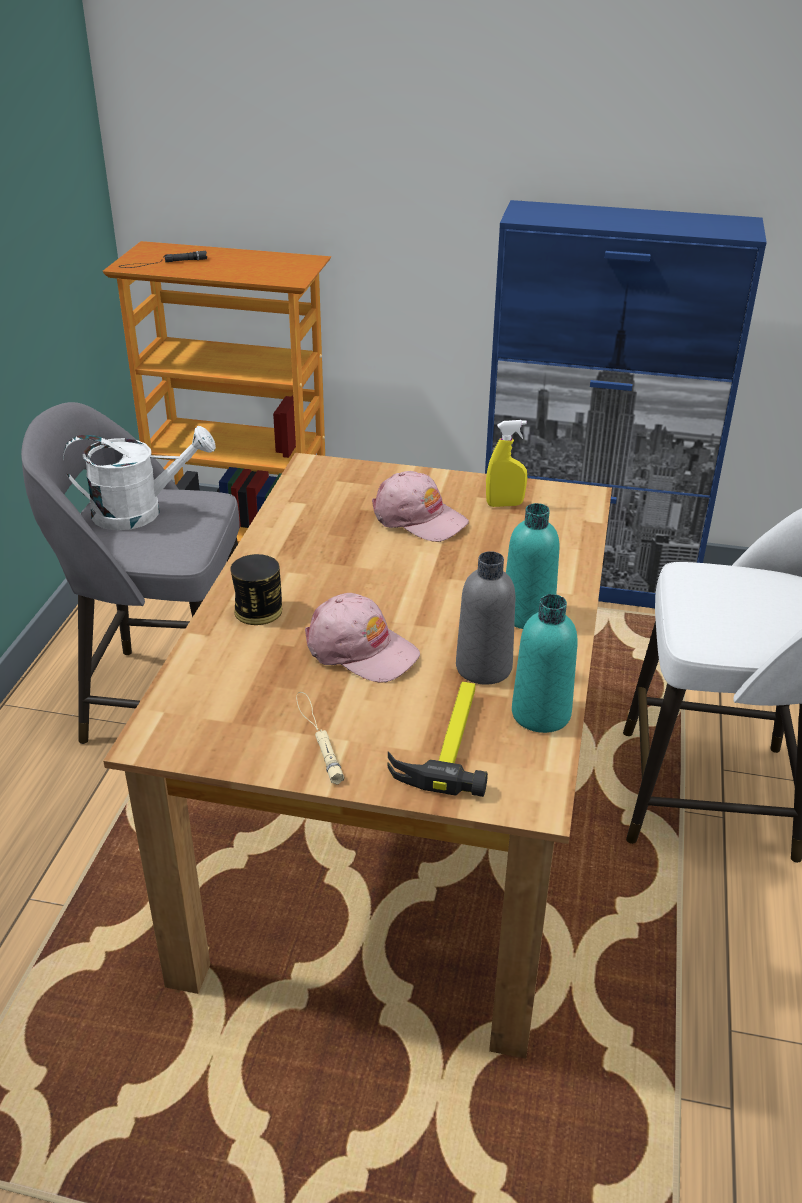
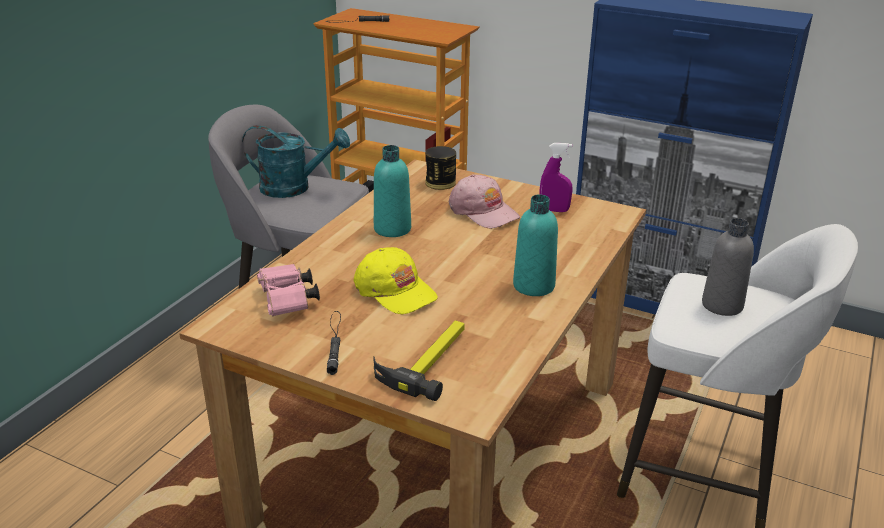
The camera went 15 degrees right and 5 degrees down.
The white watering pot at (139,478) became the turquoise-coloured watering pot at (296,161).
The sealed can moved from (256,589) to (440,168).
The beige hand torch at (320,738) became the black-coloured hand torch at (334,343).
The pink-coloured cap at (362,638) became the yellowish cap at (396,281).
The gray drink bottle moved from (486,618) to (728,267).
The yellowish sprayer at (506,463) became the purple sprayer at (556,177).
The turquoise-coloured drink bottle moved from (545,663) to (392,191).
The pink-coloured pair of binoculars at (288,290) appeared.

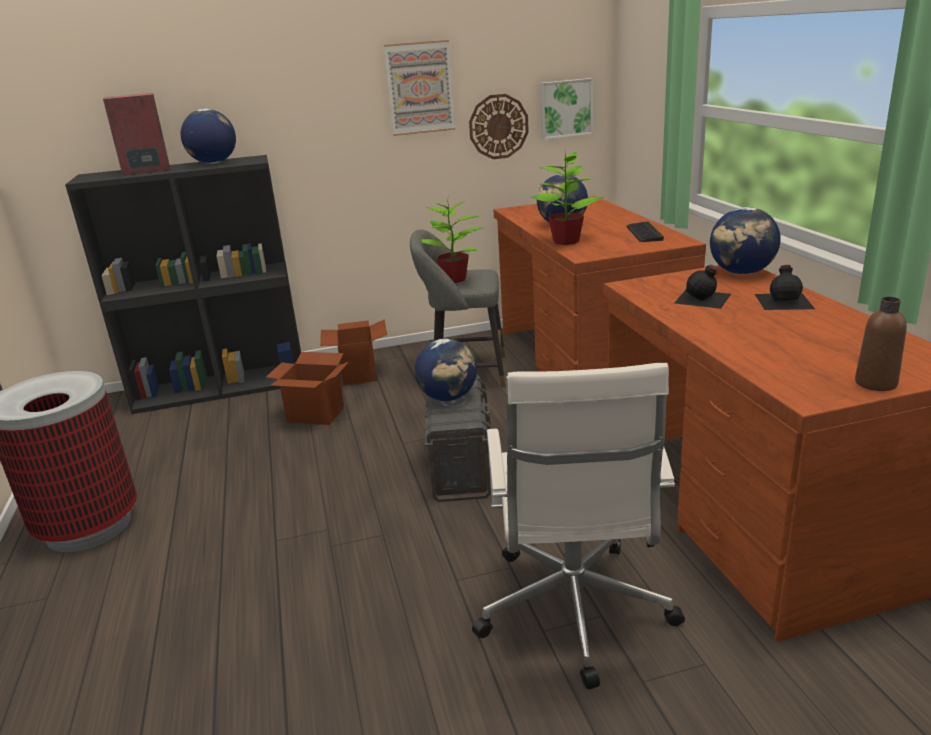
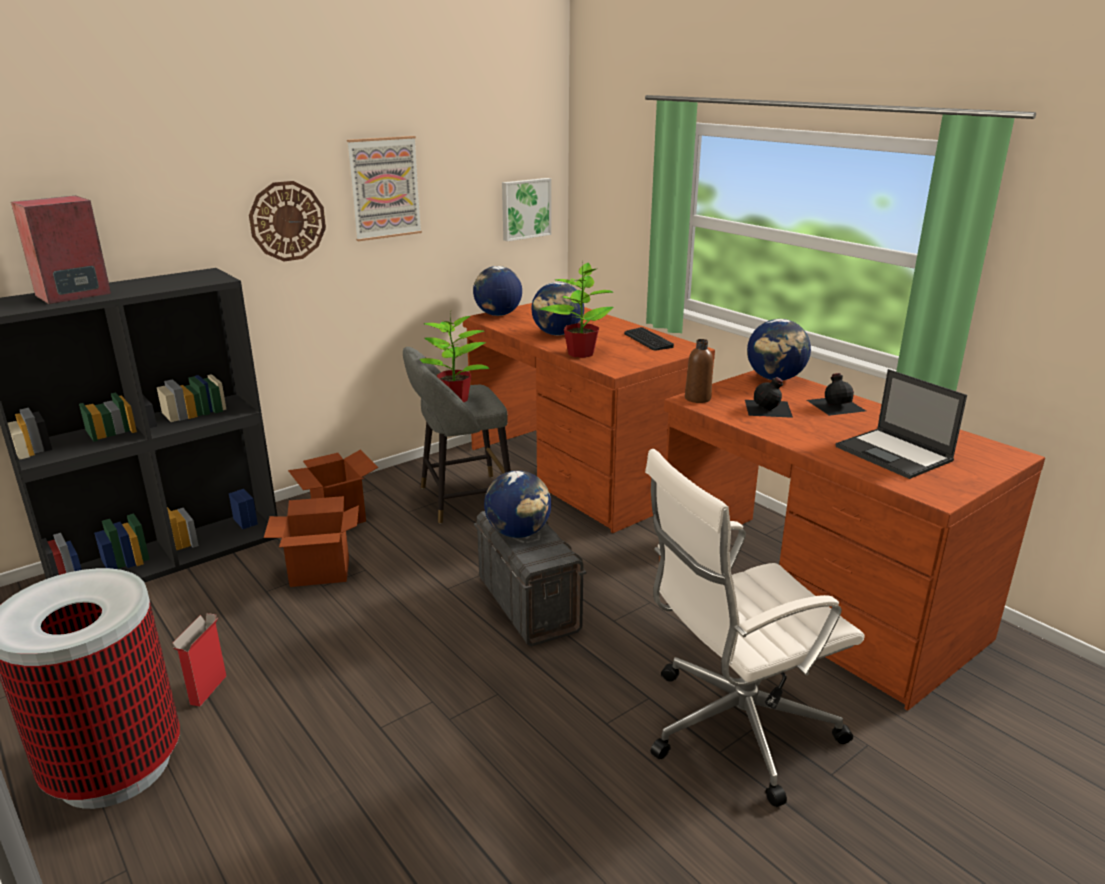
The camera went 25 degrees left and 0 degrees up.
The world globe moved from (208,136) to (497,291).
The wall clock moved from (499,126) to (287,221).
The white computer chair at (578,526) turned 90 degrees clockwise.
The brown-coloured drink bottle moved from (881,344) to (699,371).
The cardboard box at (199,659) appeared.
The laptop at (901,424) appeared.

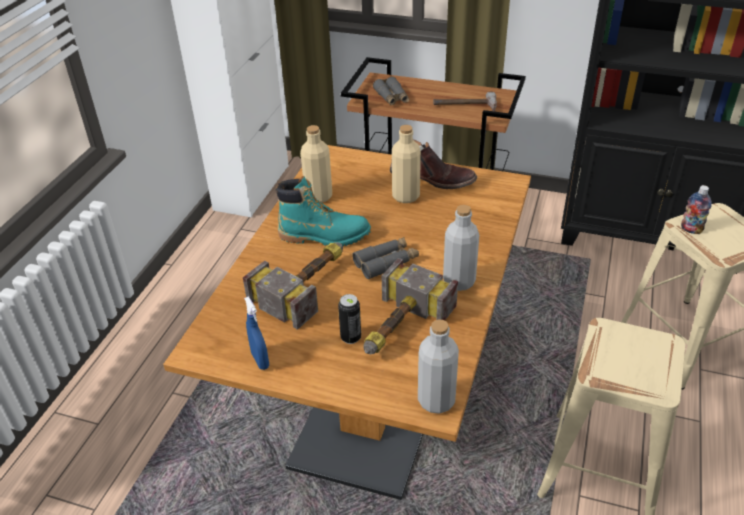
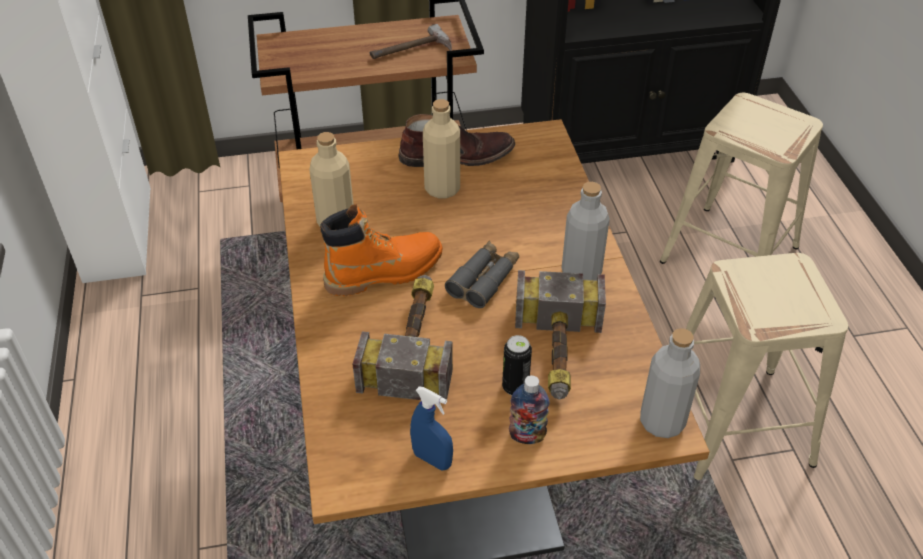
The camera went 30 degrees left and 5 degrees up.
The turquoise-coloured tall boot at (323,211) became the orange-coloured tall boot at (381,250).
The gray pair of binoculars at (391,91) disappeared.
The drink bottle moved from (696,209) to (529,409).

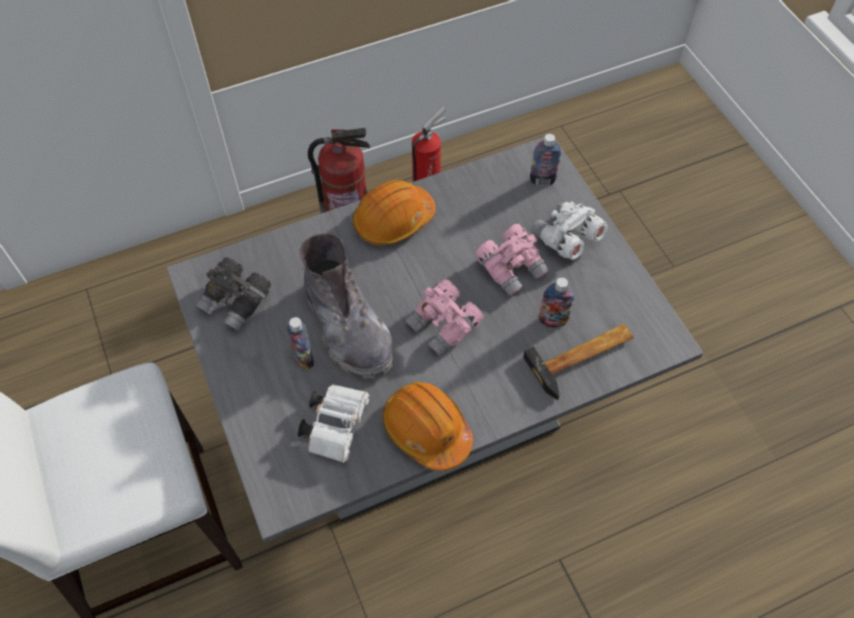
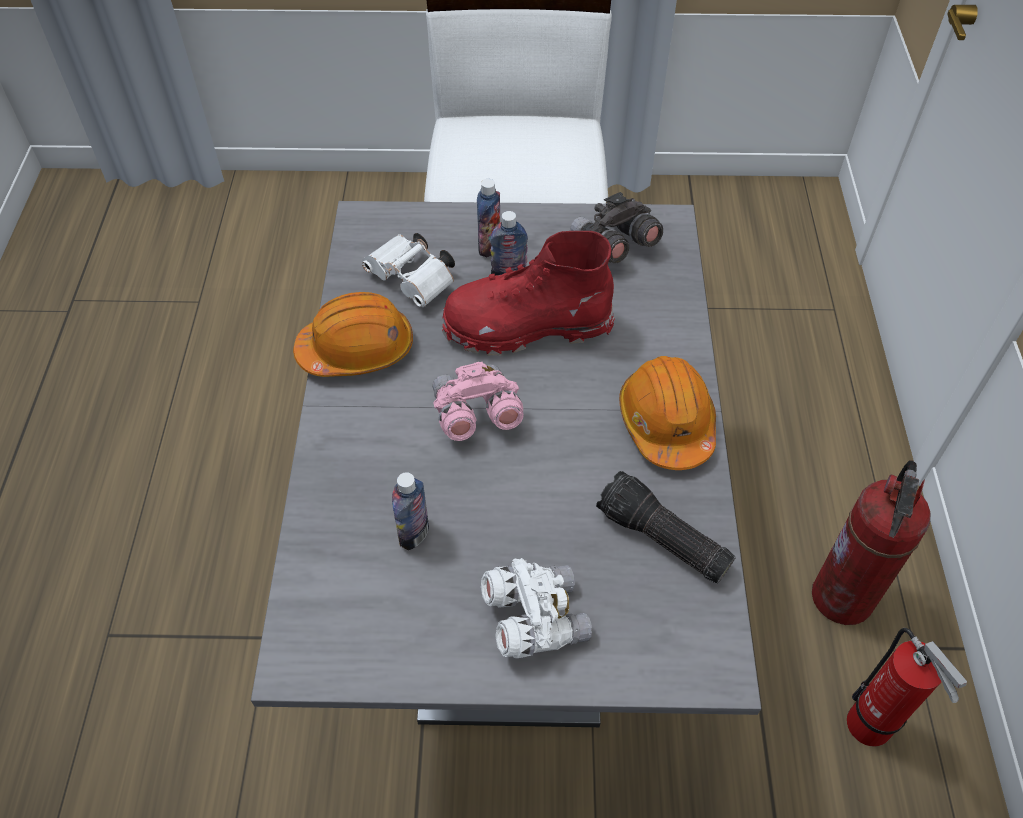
The camera went 115 degrees right and 5 degrees down.
The gray tall boot at (347,306) became the red tall boot at (528,293).
The pink-coloured pair of binoculars at (512,260) disappeared.
The tool hammer at (578,362) disappeared.
The drink bottle moved from (545,160) to (488,218).
The hand torch at (666,527) appeared.

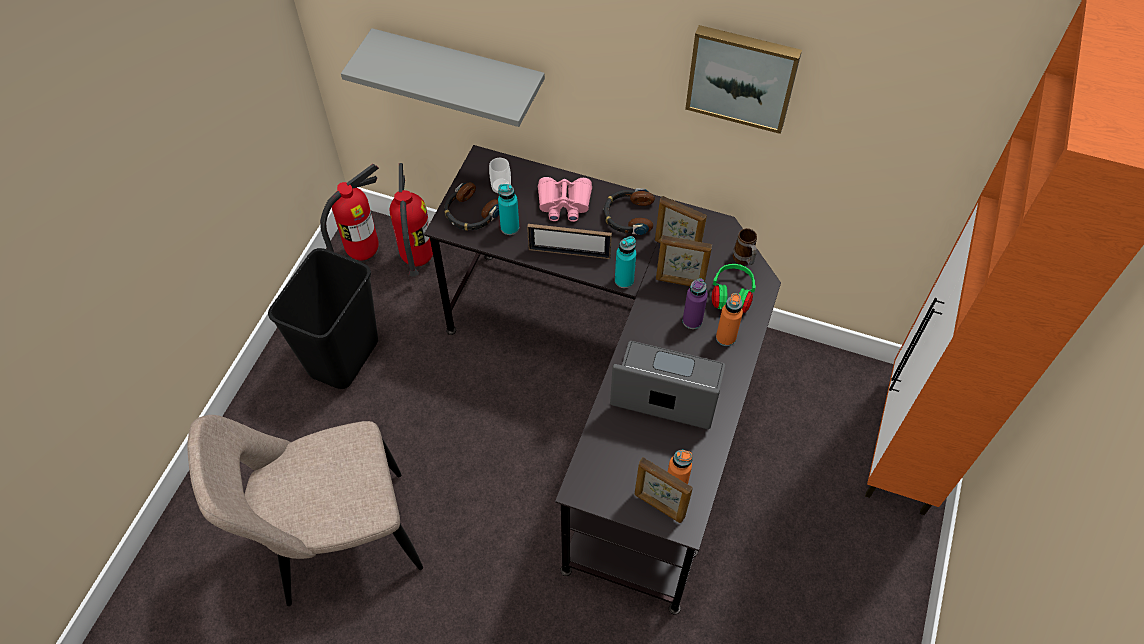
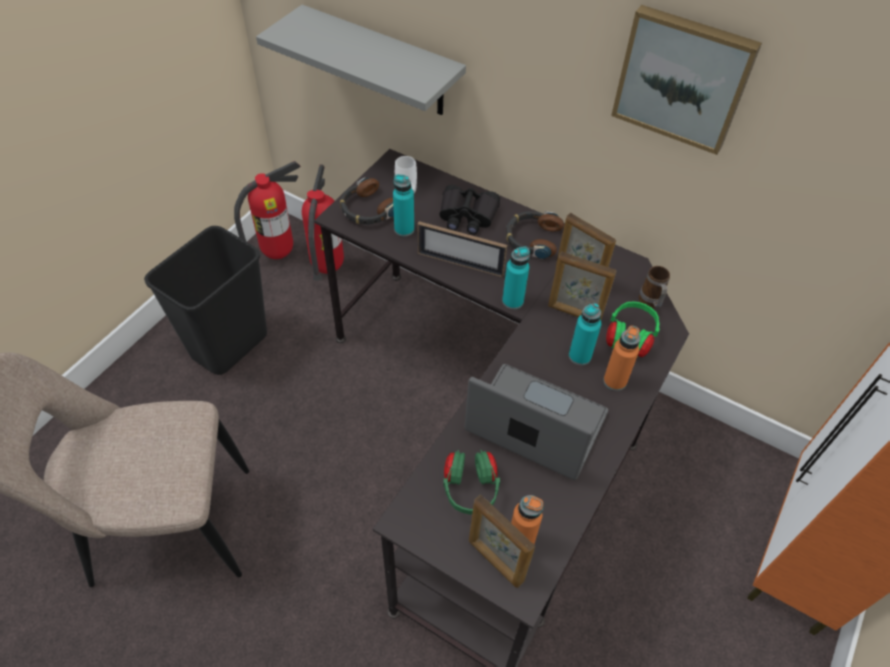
The camera went 10 degrees right and 5 degrees down.
The pink-coloured pair of binoculars at (565,199) became the black-coloured pair of binoculars at (469,209).
The purple drink bottle at (695,303) became the turquoise-coloured drink bottle at (585,334).
The green pair of headphones at (471,482) appeared.

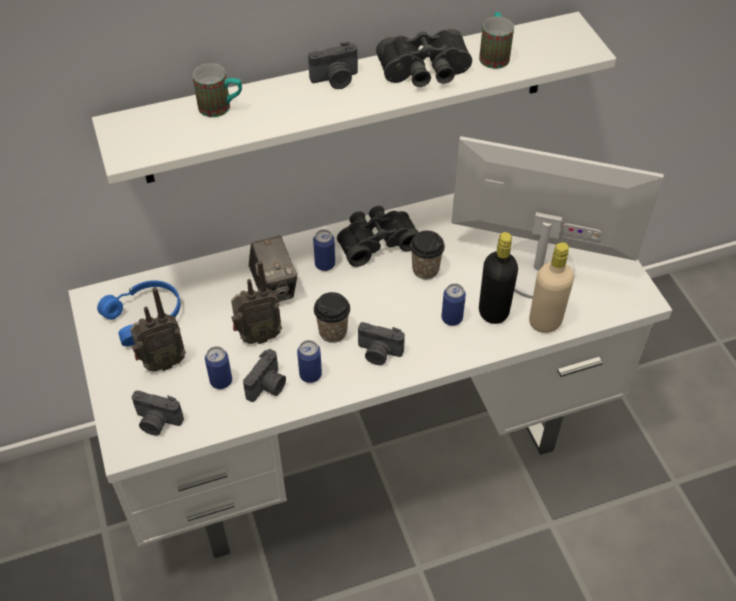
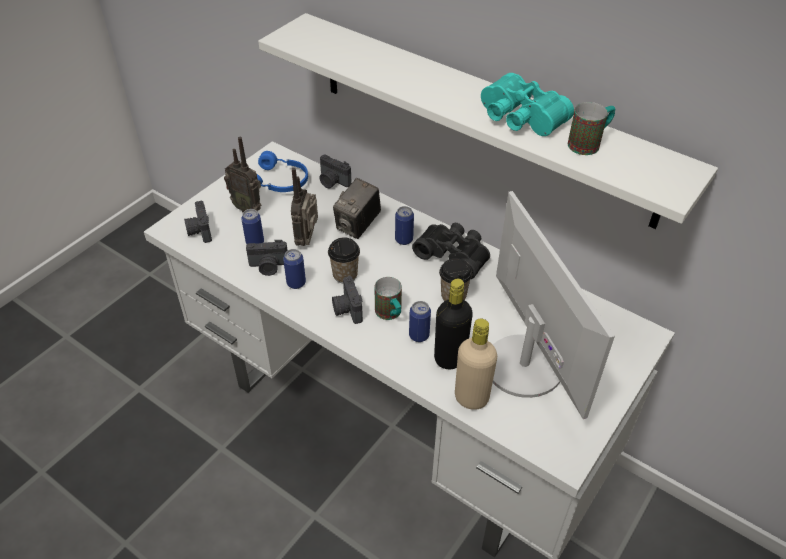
The camera went 55 degrees right and 5 degrees down.
The coffee mug moved from (217,90) to (388,298).
The radio set at (256,302) turned 60 degrees clockwise.
The still camera moved from (333,65) to (336,171).
The black-coloured pair of binoculars at (424,58) became the turquoise-coloured pair of binoculars at (527,104).

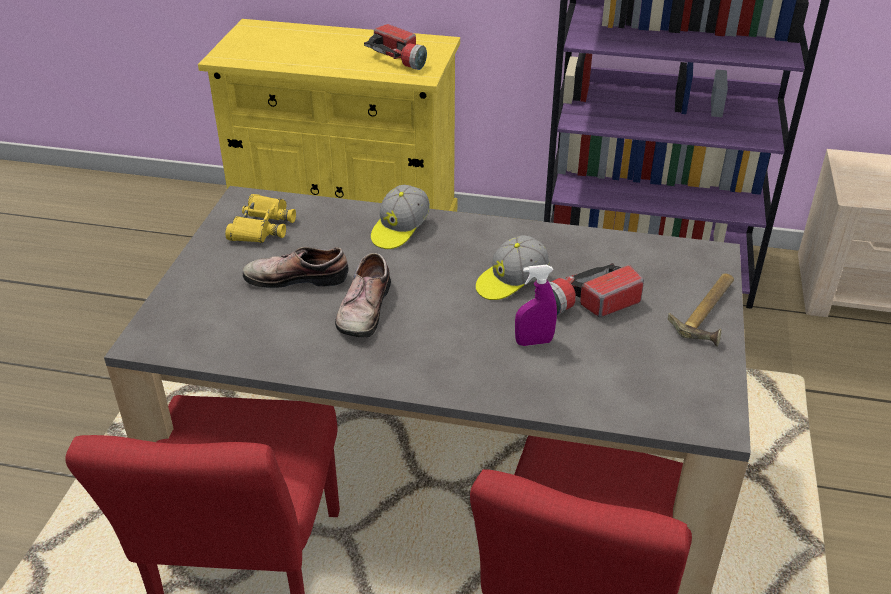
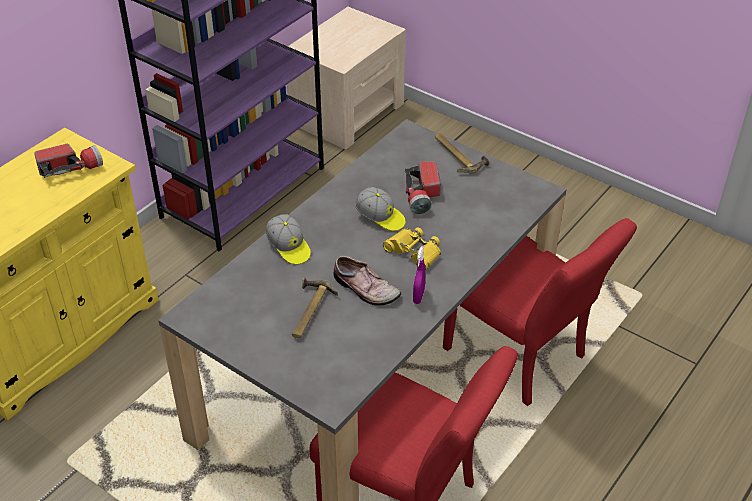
The camera went 65 degrees left and 5 degrees up.
The yellowish pair of binoculars moved from (260,218) to (412,248).
The low shoe at (295,267) was replaced by the tool hammer at (315,307).
The cap at (513,267) turned 45 degrees counterclockwise.
The purple sprayer moved from (536,305) to (419,275).

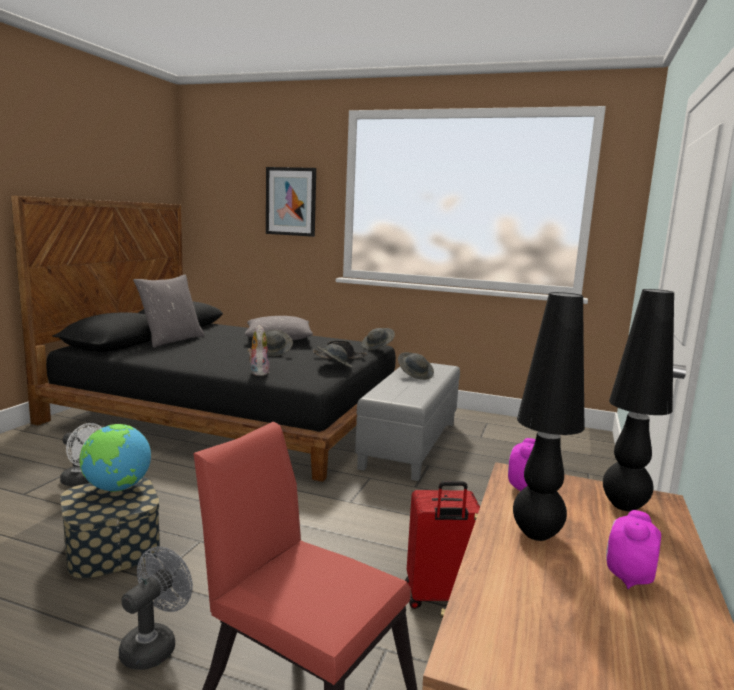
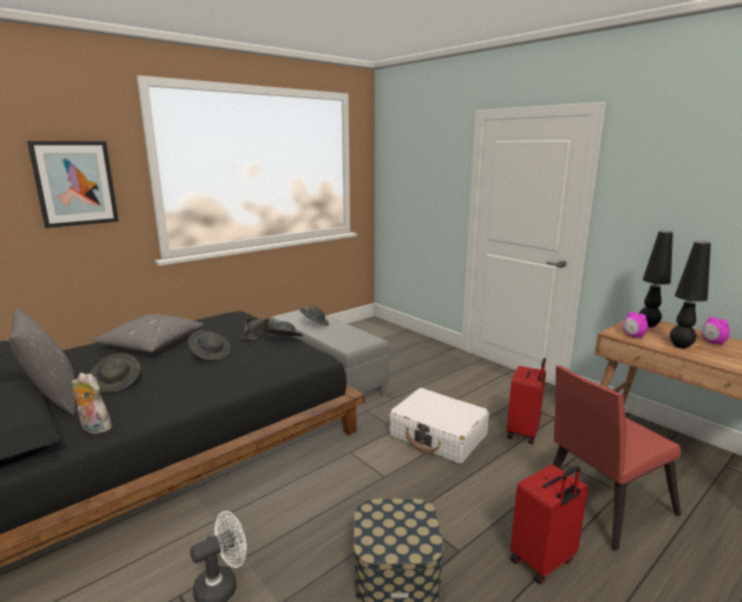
The camera went 60 degrees left and 5 degrees up.
The world globe at (115,458) disappeared.
The gray fan at (156,608) was replaced by the red piece of luggage at (549,524).
The cuddly toy moved from (258,350) to (91,403).
The gray clothing hat moved from (378,339) to (115,373).
The white piece of luggage at (439,426) appeared.

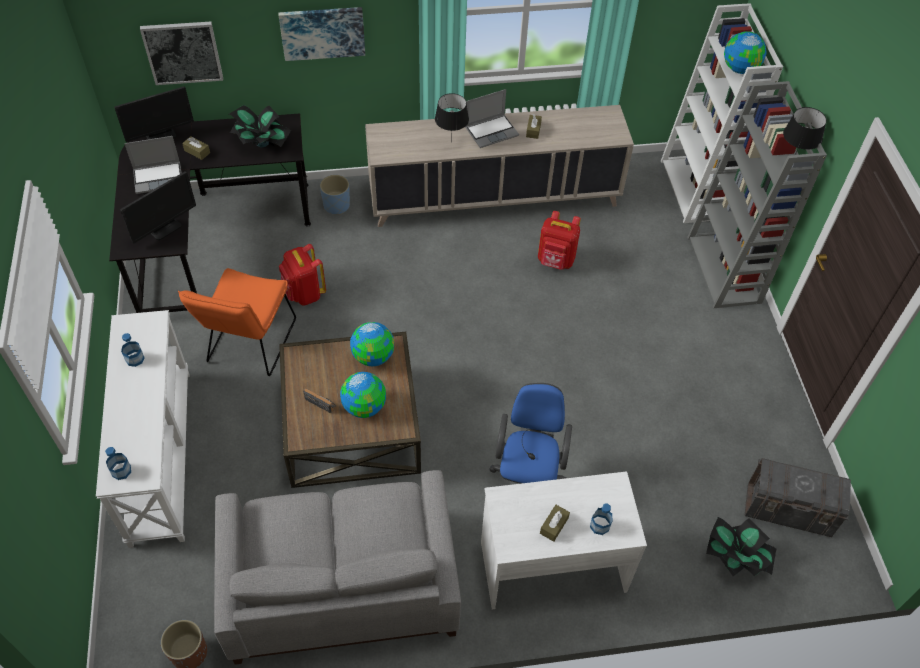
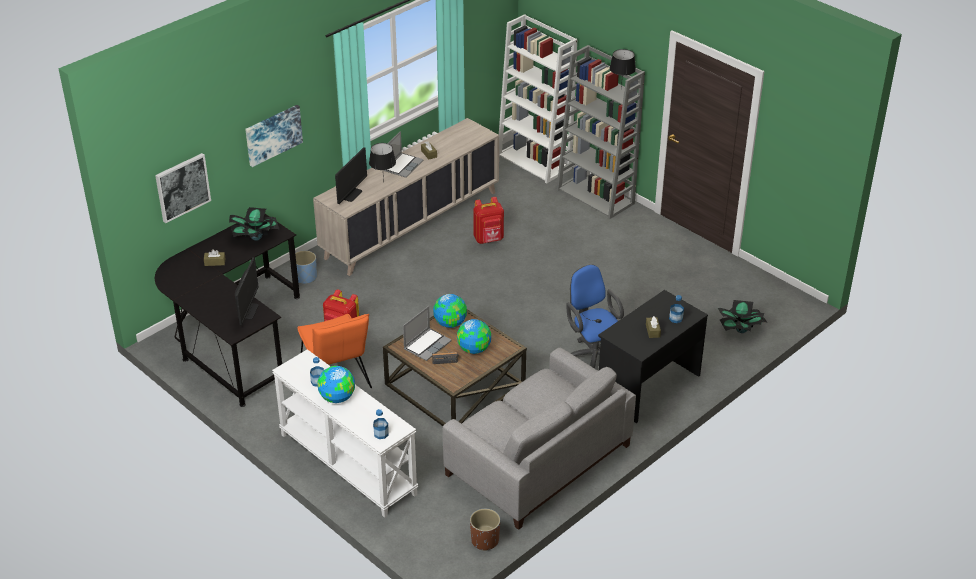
The camera went 35 degrees left and 15 degrees down.
The computer screen moved from (154,114) to (351,175).
The laptop moved from (153,165) to (427,333).
The white desk at (564,540) became the black-coloured desk at (653,356).
The world globe moved from (745,52) to (336,384).
The gray storage box at (798,497) disappeared.

